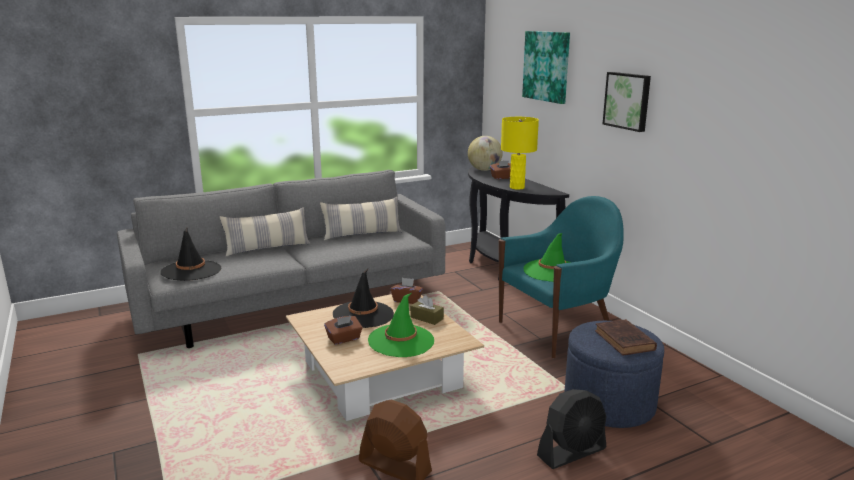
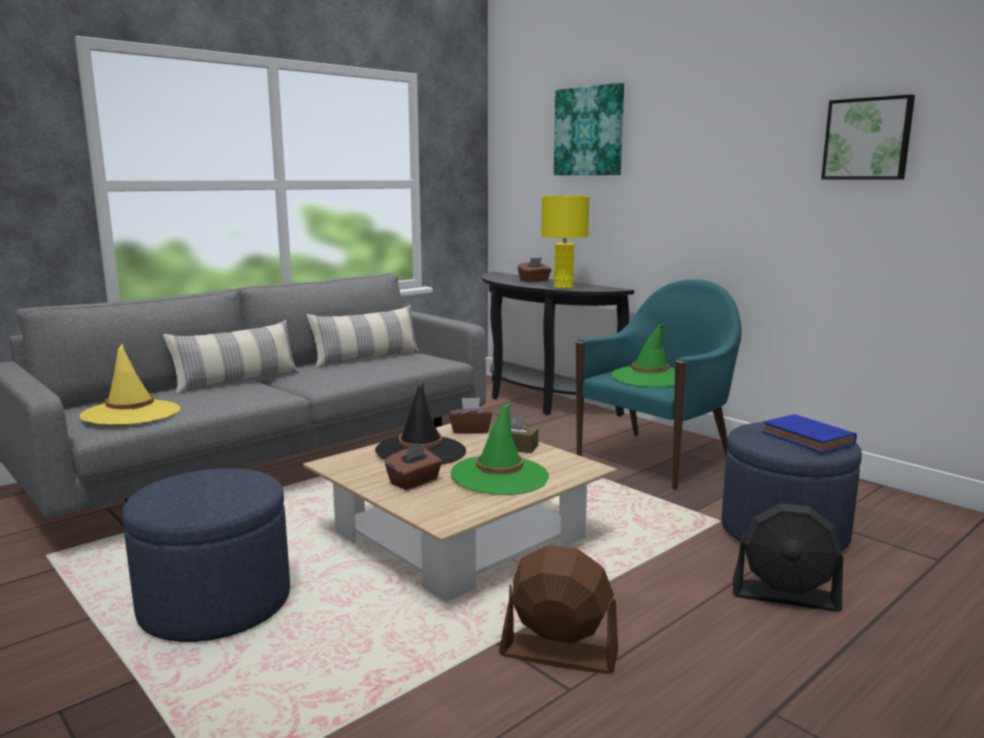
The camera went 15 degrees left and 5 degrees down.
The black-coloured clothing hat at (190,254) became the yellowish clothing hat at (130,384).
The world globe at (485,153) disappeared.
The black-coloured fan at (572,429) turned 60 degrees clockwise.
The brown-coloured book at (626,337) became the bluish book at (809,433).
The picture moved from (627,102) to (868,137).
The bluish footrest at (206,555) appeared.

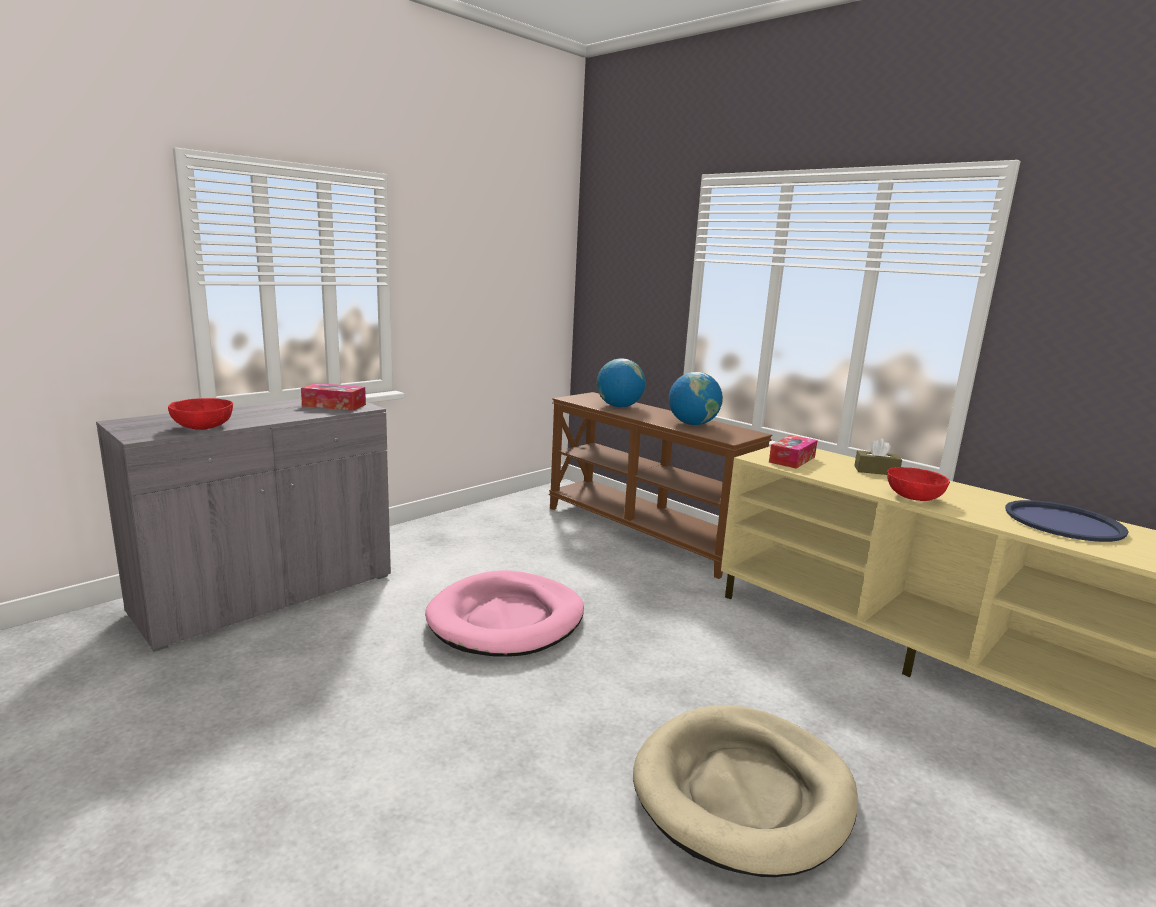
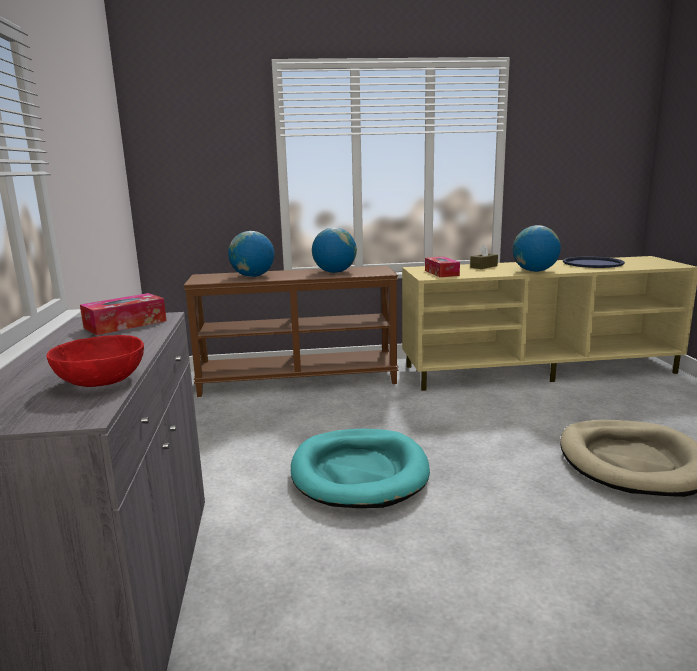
The camera went 50 degrees left and 0 degrees up.
The pink-coloured dog cushion at (504,613) became the turquoise-coloured dog cushion at (360,468).
The red deep dish at (918,484) was replaced by the world globe at (537,248).

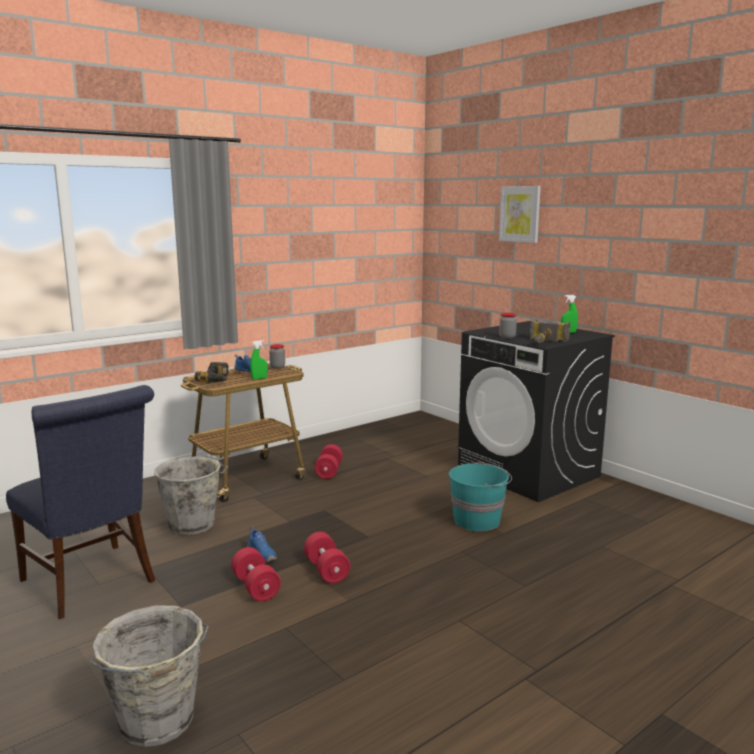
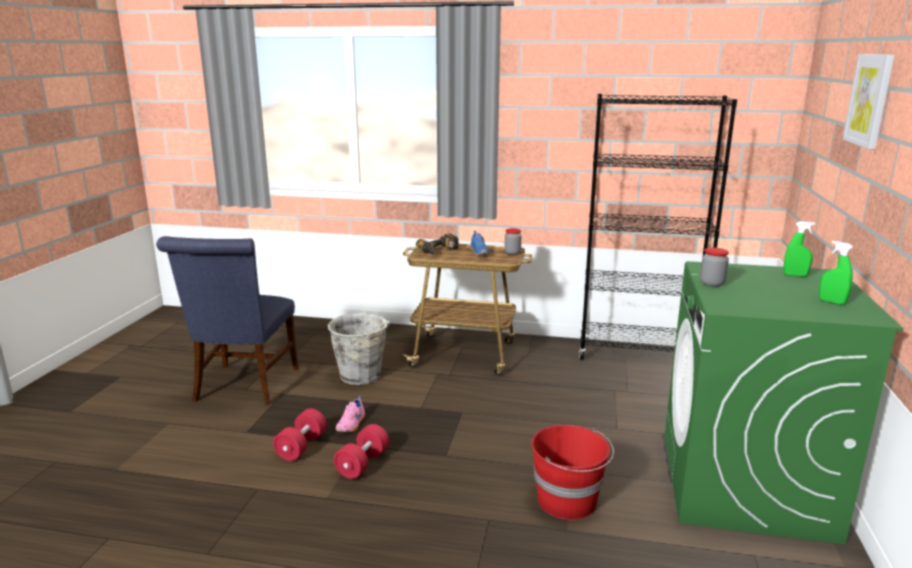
The camera went 50 degrees right and 5 degrees up.
The gray pail at (149,676) disappeared.
The bluish low shoe at (262,545) became the pink-coloured low shoe at (350,414).
The green sprayer moved from (258,360) to (799,249).
The red dumbbell at (329,461) disappeared.
The turquoise-coloured pail at (480,496) became the red pail at (572,472).
The black-coloured laundry machine at (536,411) became the green laundry machine at (784,403).
The tool hammer at (550,331) disappeared.
The black-coloured bookshelf at (658,227) appeared.

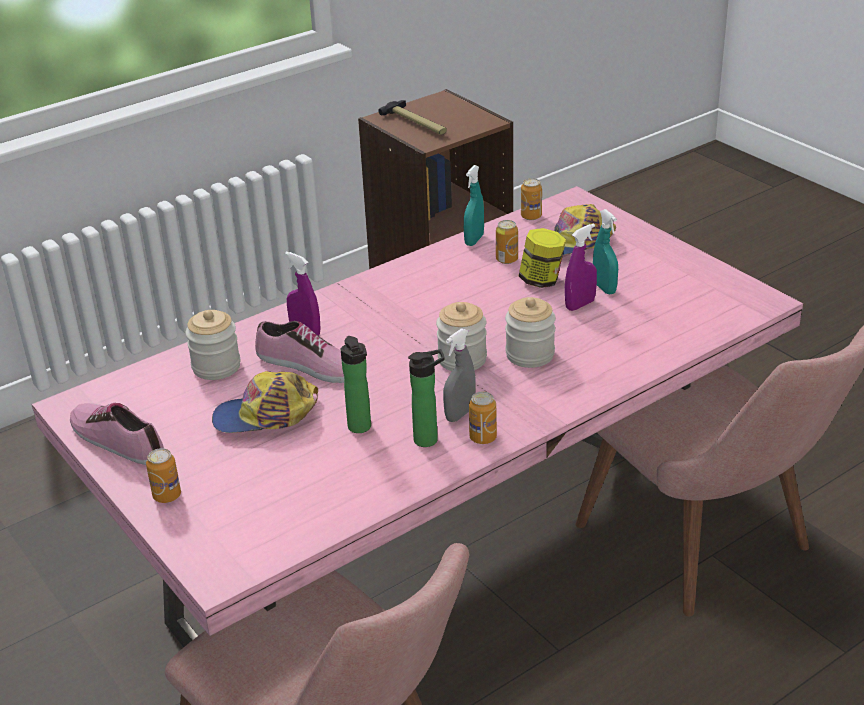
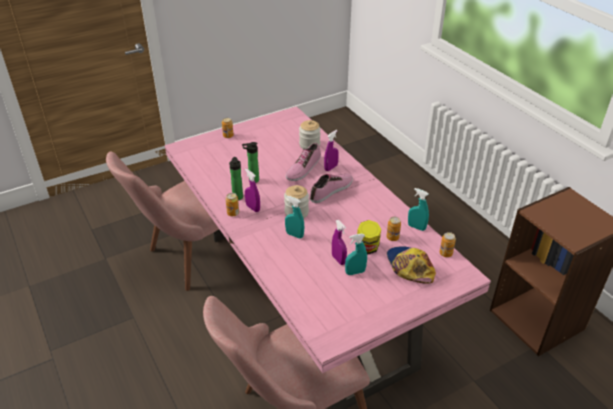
The camera went 95 degrees right and 5 degrees up.
The low shoe moved from (117,434) to (331,188).
The cap at (265,402) disappeared.
The tool hammer at (412,117) disappeared.
The gray sprayer at (459,375) became the purple sprayer at (252,190).
The storage jar at (530,332) was replaced by the turquoise-coloured sprayer at (294,217).

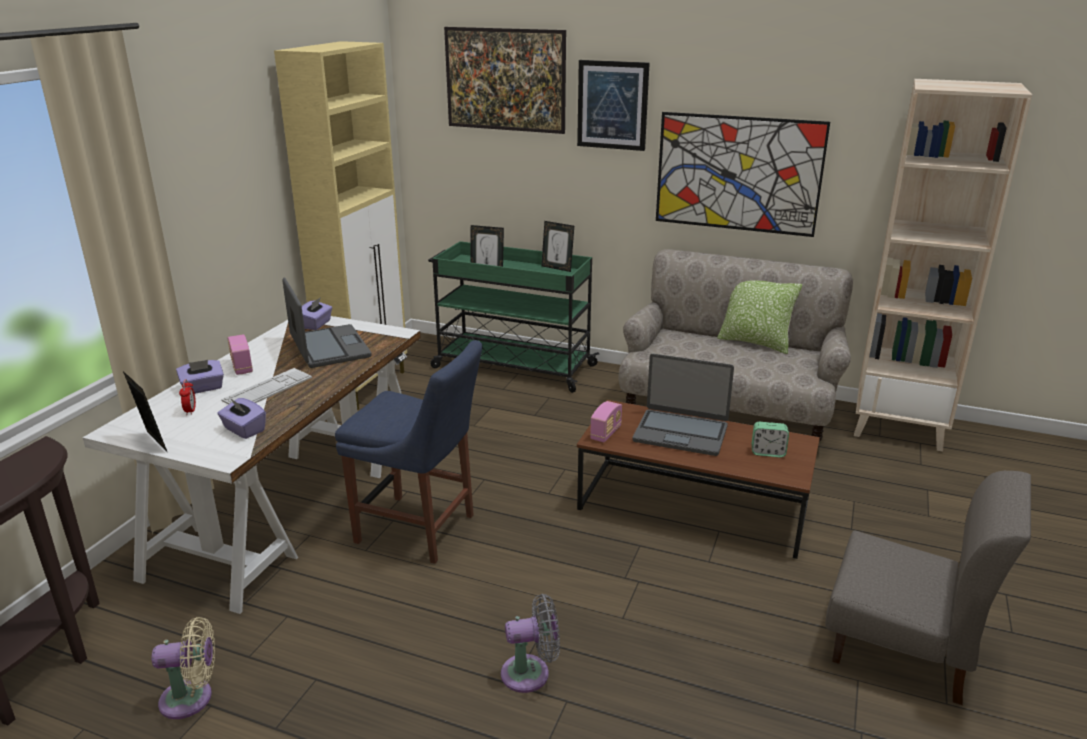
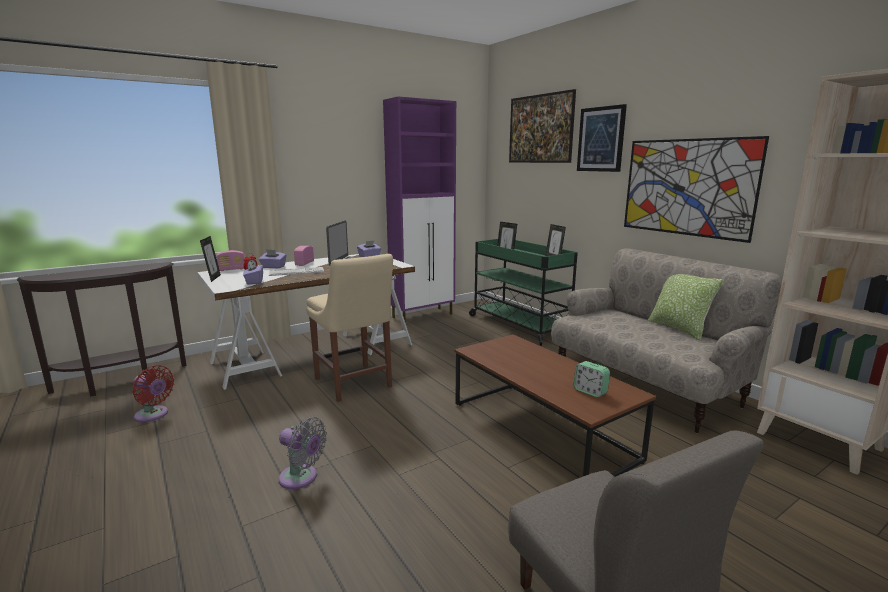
The camera went 35 degrees right and 10 degrees down.
The beige fan at (183,668) became the red fan at (153,393).
The beige storage cabinet at (340,225) became the purple storage cabinet at (419,210).
The bluish chair at (408,452) became the beige chair at (349,328).
The radio set moved from (606,421) to (230,260).
The laptop at (683,405) disappeared.

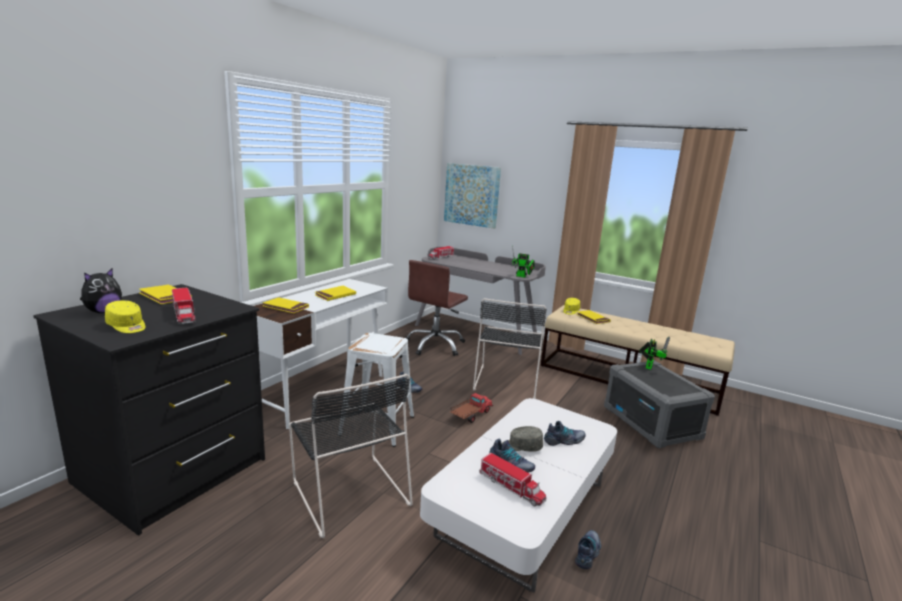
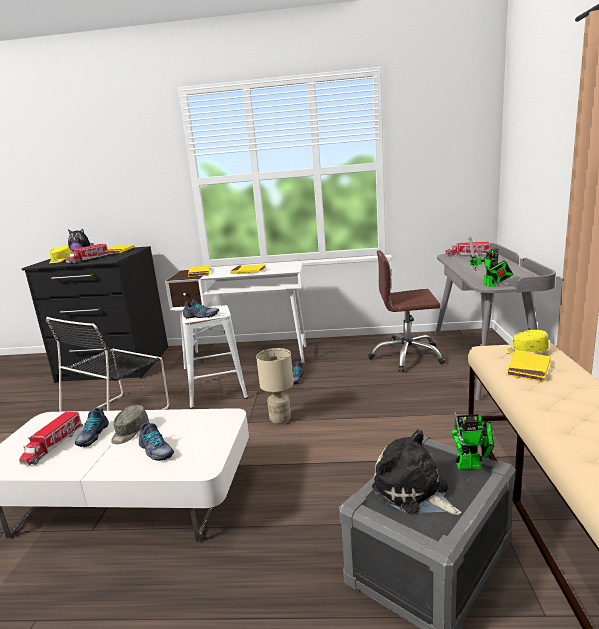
The camera went 65 degrees right and 0 degrees up.
The picture at (472,195) disappeared.
The model truck at (471,408) was replaced by the beige lamp for a table at (275,386).
The black-coloured chair at (510,348) disappeared.
The gray cap at (522,439) turned 135 degrees counterclockwise.
The low shoe moved from (588,549) to (201,308).
The cuddly toy at (416,472) appeared.

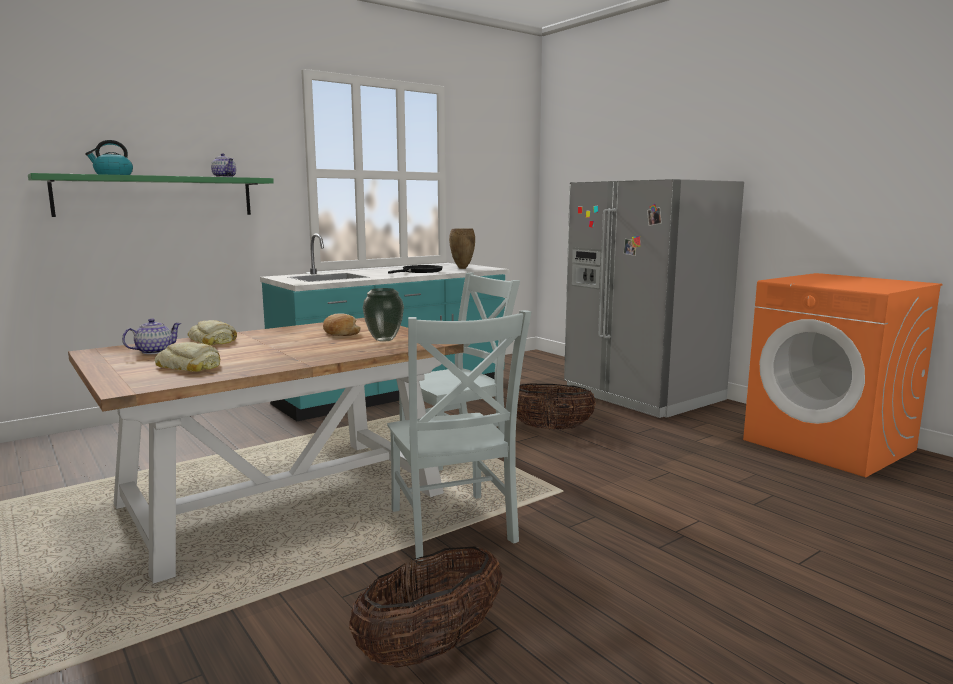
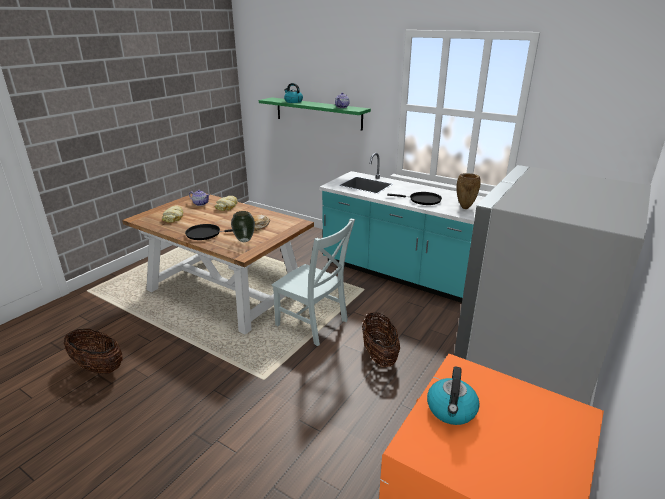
The camera went 70 degrees right and 15 degrees up.
The gray chair at (459,435) disappeared.
The black-coloured pan at (209,232) appeared.
The water kettle at (453,395) appeared.

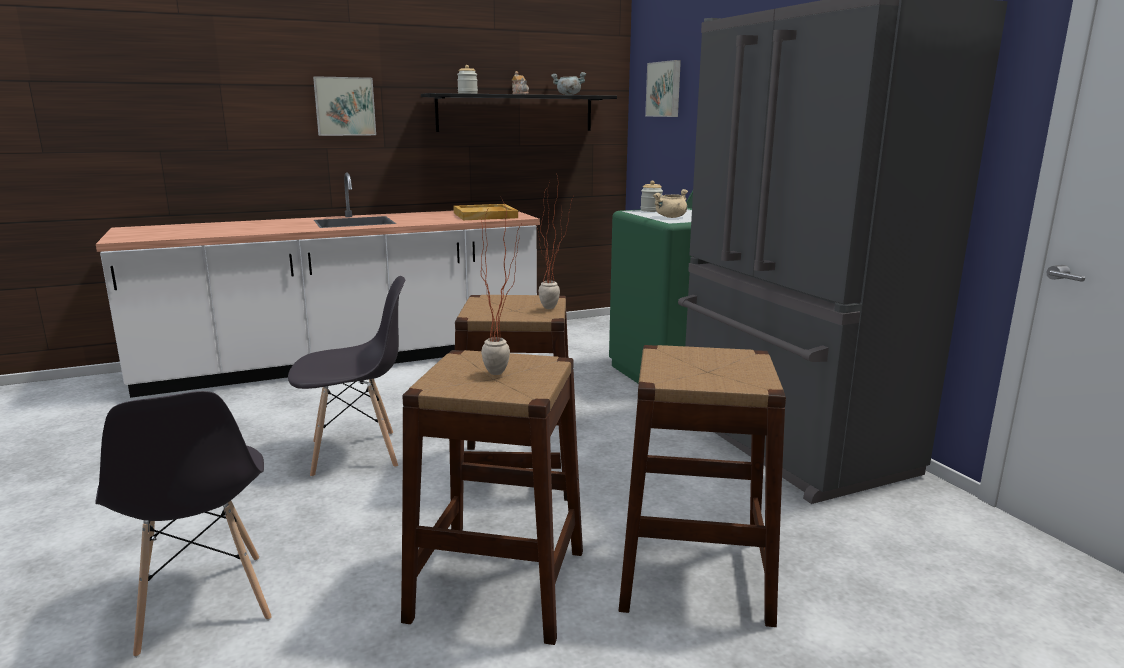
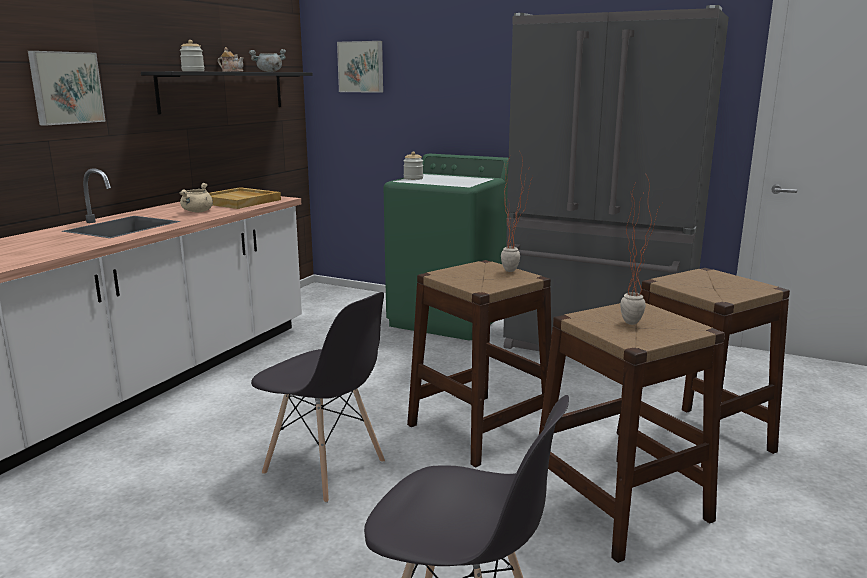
The camera went 40 degrees left and 0 degrees up.
The gray chair at (346,376) turned 90 degrees clockwise.
The beige saucepot moved from (670,203) to (196,197).

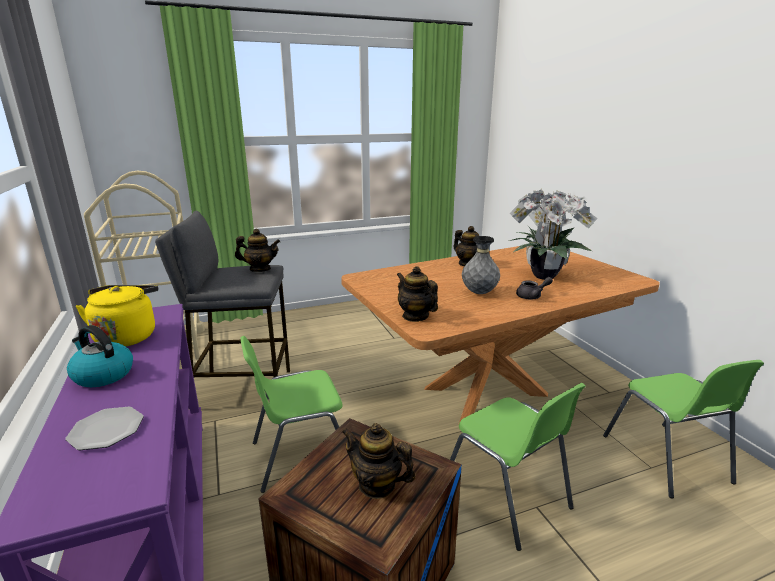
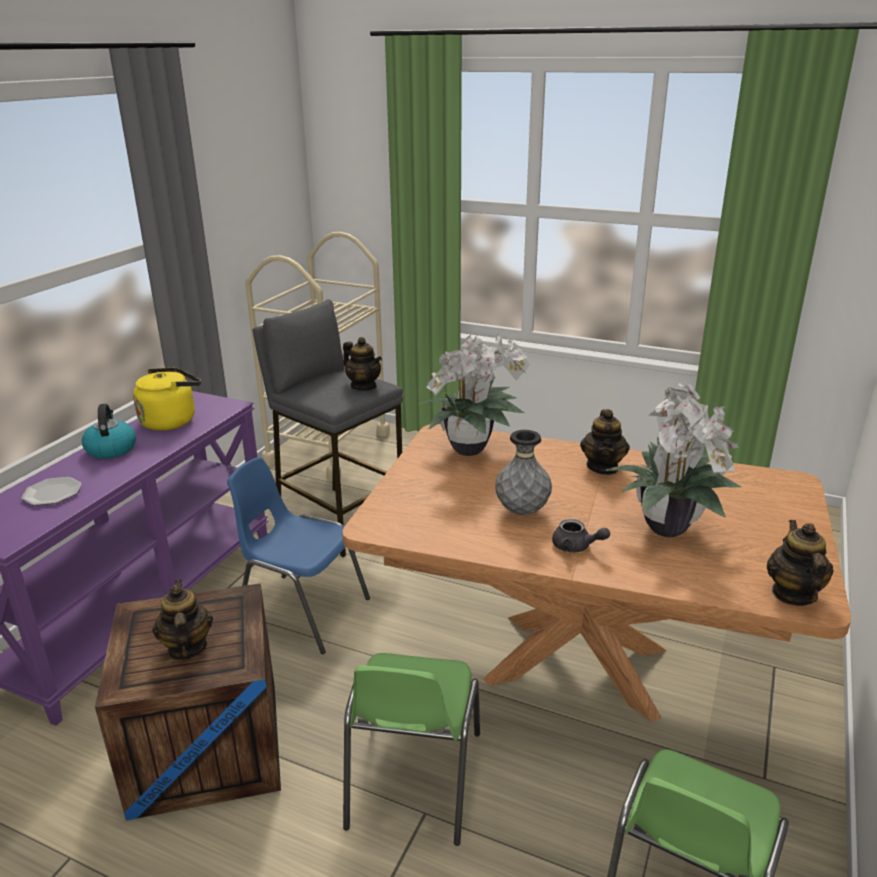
The camera went 45 degrees right and 5 degrees up.
The green chair at (291,414) became the bluish chair at (298,555).
The teapot moved from (417,294) to (800,563).
The houseplant at (474,395) appeared.

